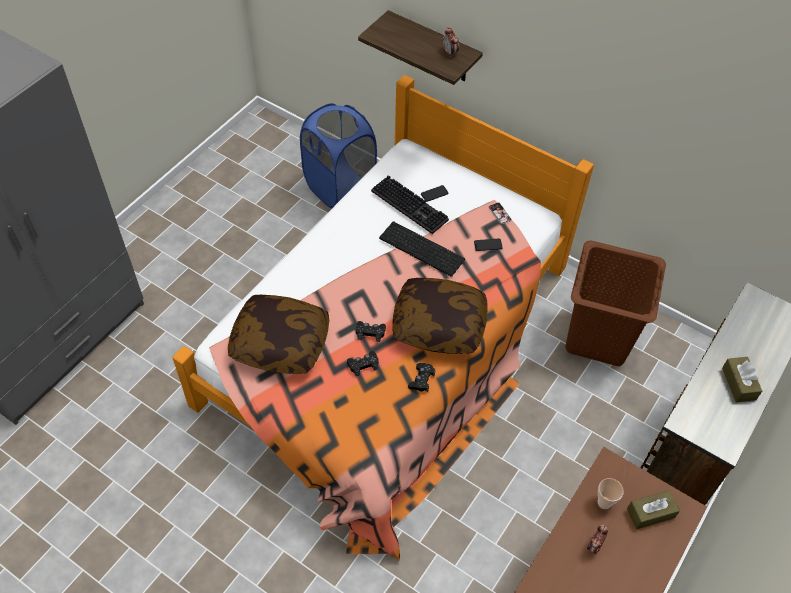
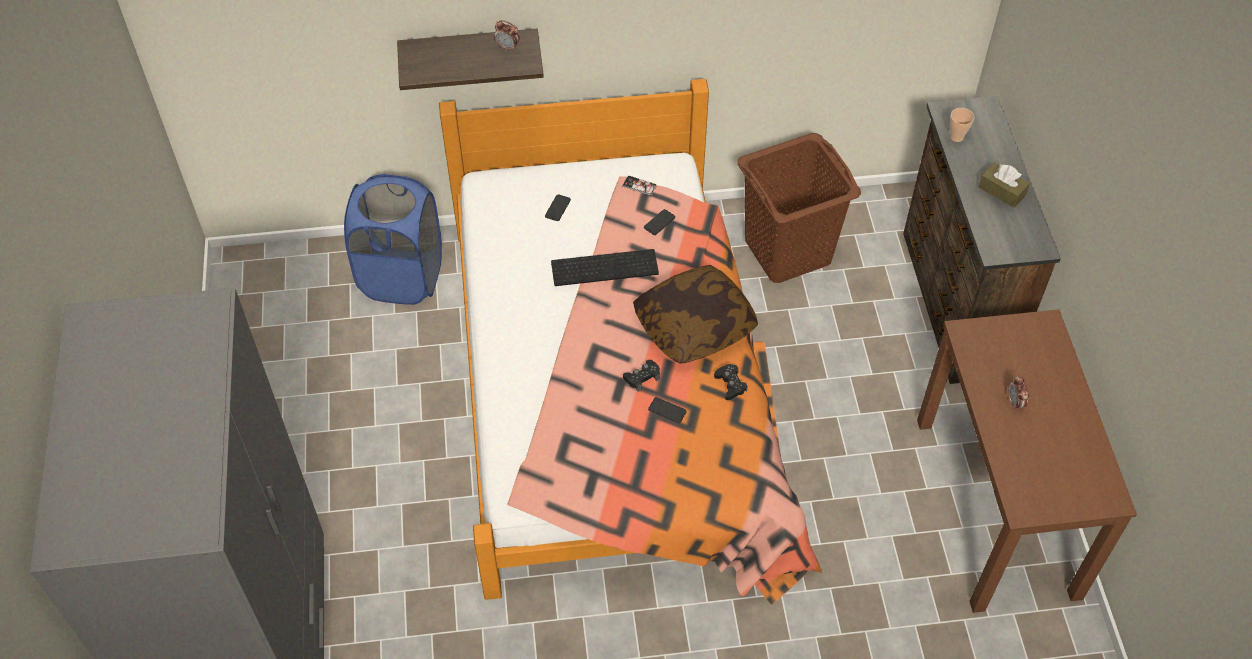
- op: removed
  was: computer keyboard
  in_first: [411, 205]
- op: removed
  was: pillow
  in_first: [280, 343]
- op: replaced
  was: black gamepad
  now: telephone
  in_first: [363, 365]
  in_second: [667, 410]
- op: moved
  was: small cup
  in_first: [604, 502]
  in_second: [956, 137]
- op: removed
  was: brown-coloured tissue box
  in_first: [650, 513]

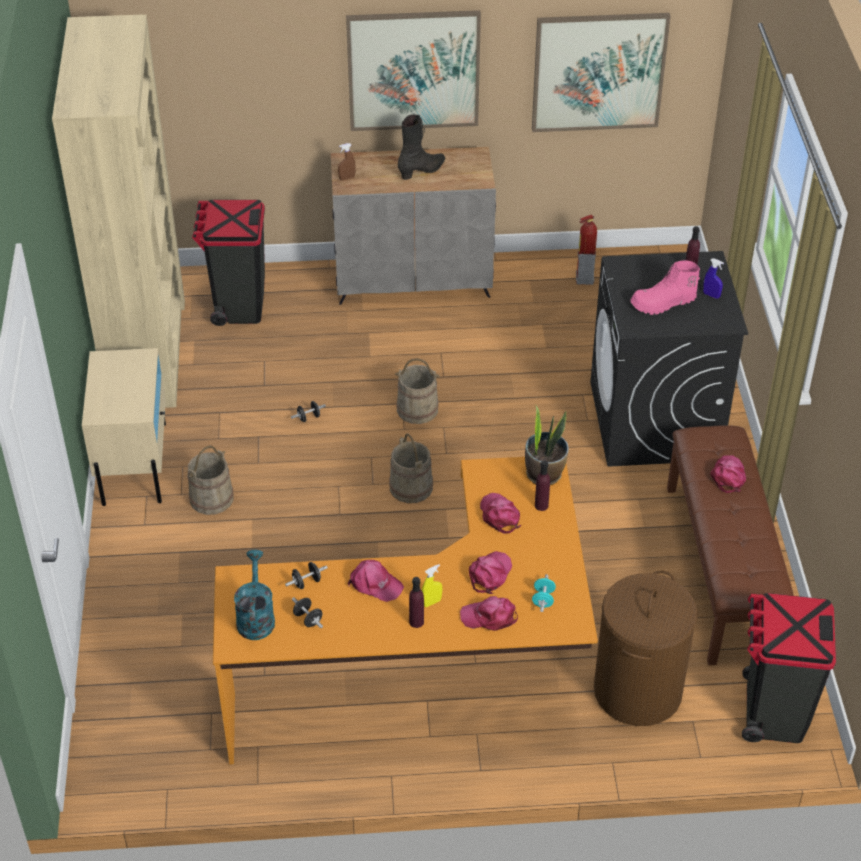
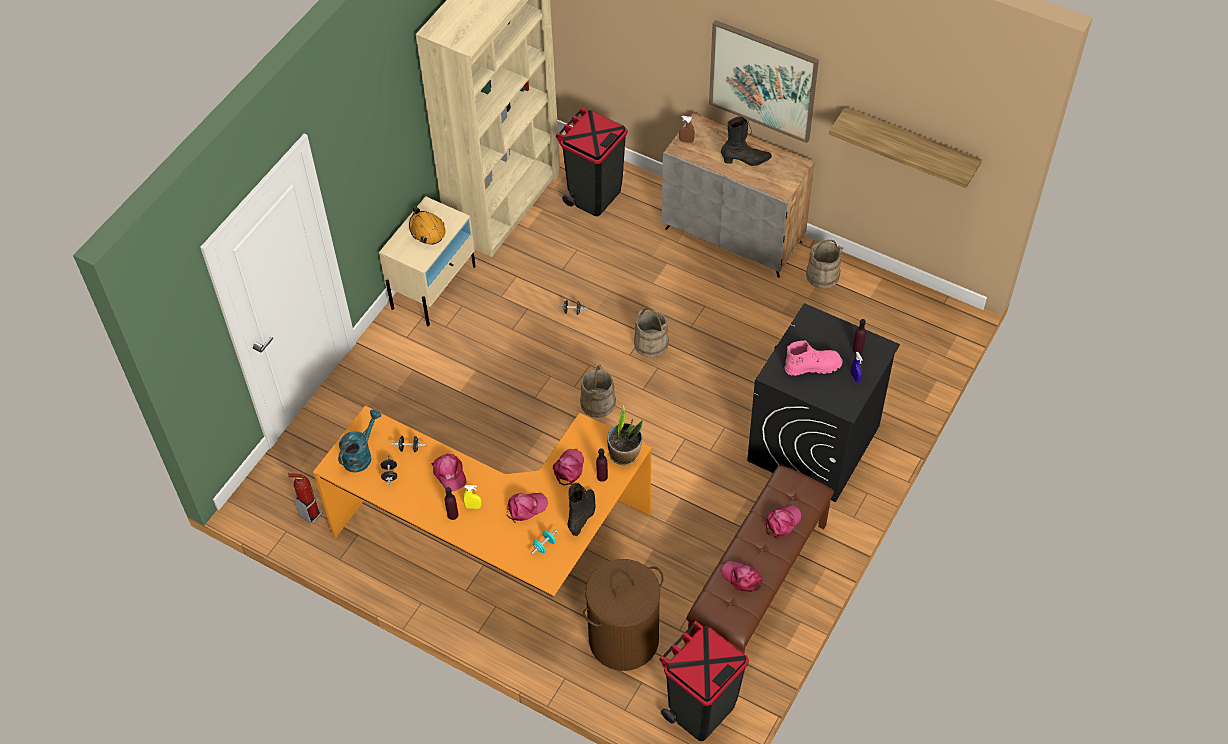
- op: replaced
  was: wall picture
  now: bracket shelf
  in_first: [598, 72]
  in_second: [910, 145]
- op: moved
  was: extinguisher
  in_first: [584, 279]
  in_second: [311, 514]
- op: turned
  was: pinkish boot
  in_first: [663, 304]
  in_second: [812, 366]
  clockwise: 150
- op: moved
  was: beige-coloured pail
  in_first: [211, 498]
  in_second: [822, 275]
- op: moved
  was: pinkish cap
  in_first: [490, 617]
  in_second: [742, 578]
- op: added
  now: orangey work helmet
  in_second: [427, 230]
- op: added
  now: black boot
  in_second: [583, 516]

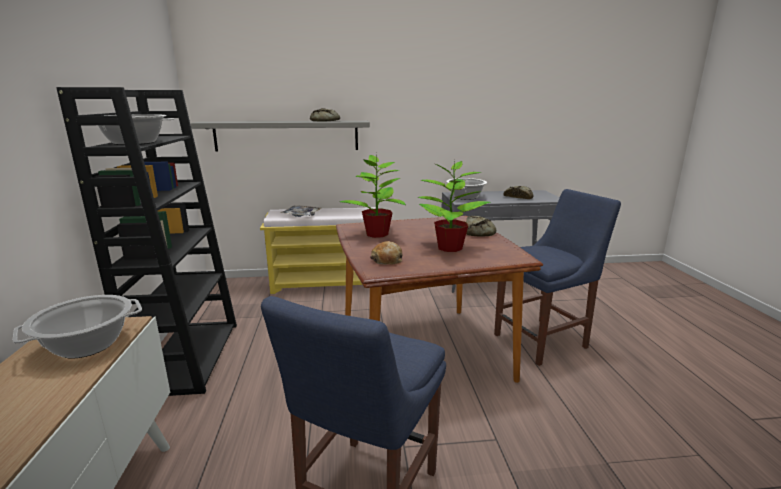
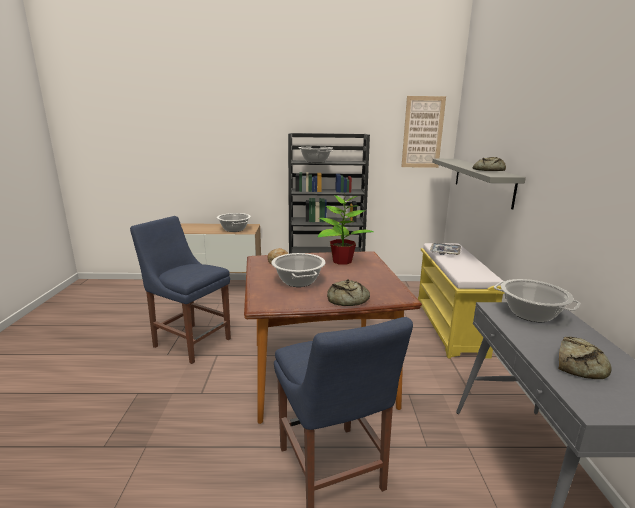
- op: replaced
  was: plant in a pot
  now: cooking pot
  in_first: [449, 248]
  in_second: [298, 281]
- op: added
  now: wall picture
  in_second: [423, 132]

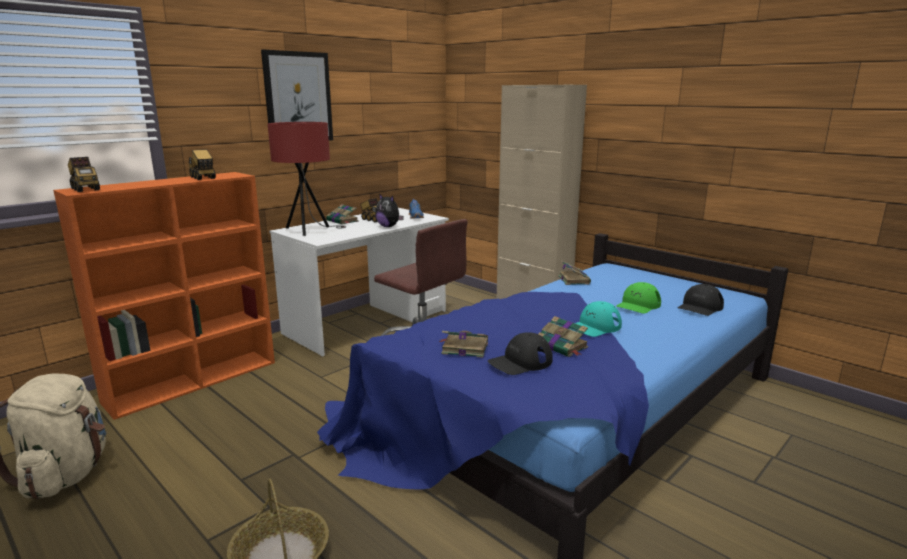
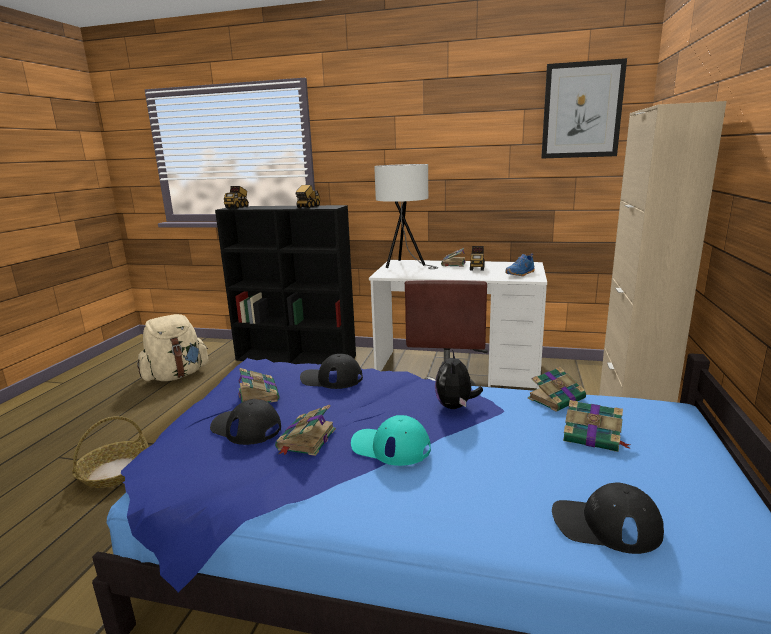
- op: moved
  was: wall picture
  in_first: [298, 97]
  in_second: [581, 110]
- op: recoloured
  was: reddish table lamp
  now: whitish table lamp
  in_first: [309, 231]
  in_second: [405, 265]
- op: recoloured
  was: orangey bookshelf
  now: black bookshelf
  in_first: [194, 381]
  in_second: [297, 358]
- op: moved
  was: plush toy
  in_first: [389, 226]
  in_second: [455, 406]
- op: removed
  was: greenish cap
  in_first: [638, 305]
- op: added
  now: black cap
  in_second: [331, 378]
- op: added
  now: book
  in_second: [593, 437]

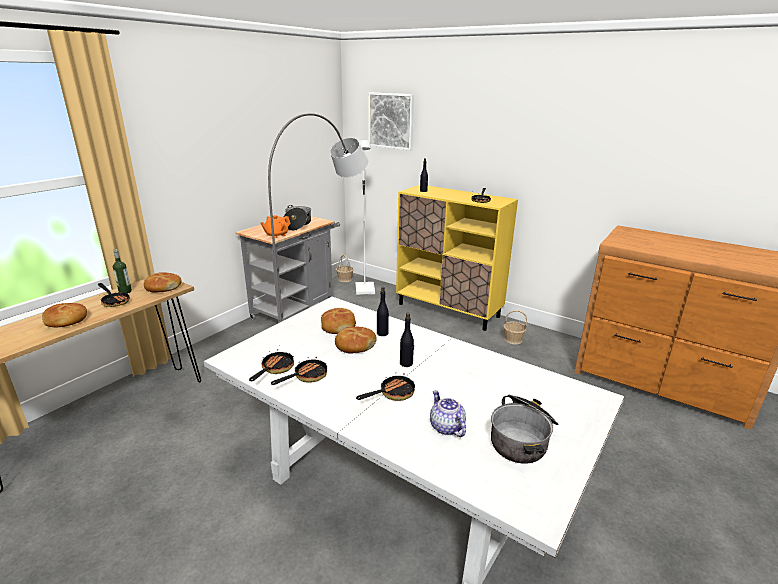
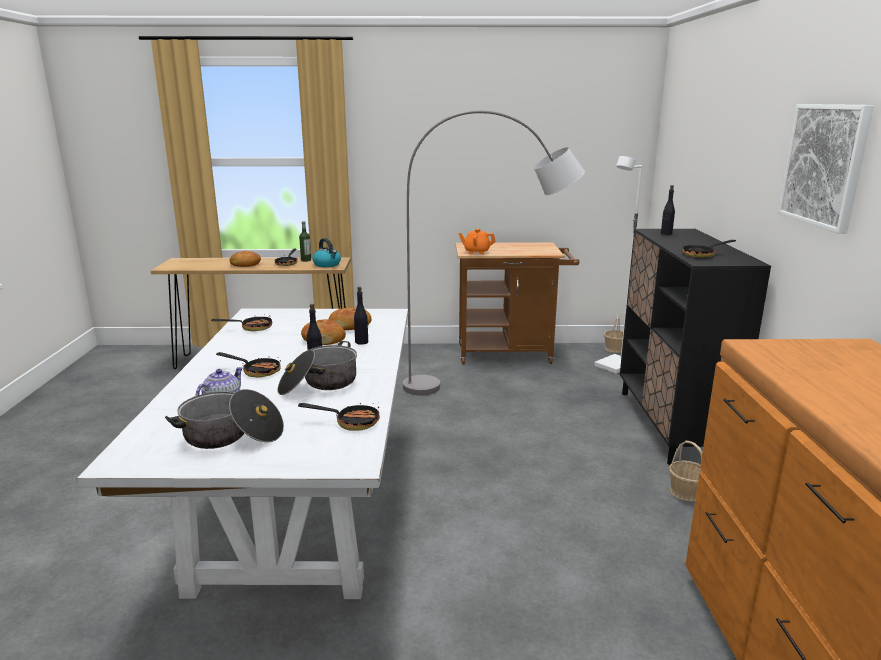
- op: moved
  was: wall picture
  in_first: [391, 121]
  in_second: [824, 165]
- op: recoloured
  was: yellow-coloured storage cabinet
  now: black storage cabinet
  in_first: [448, 310]
  in_second: [670, 425]
- op: moved
  was: cooking pot
  in_first: [297, 224]
  in_second: [319, 384]
- op: recoloured
  was: grey trolley
  now: brown-coloured trolley
  in_first: [297, 309]
  in_second: [511, 354]
- op: replaced
  was: bread
  now: water kettle
  in_first: [163, 287]
  in_second: [327, 264]
- op: moved
  was: skillet
  in_first: [306, 377]
  in_second: [351, 422]

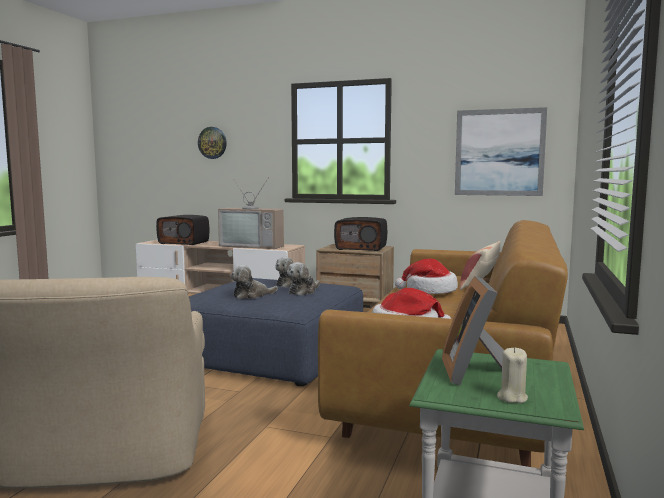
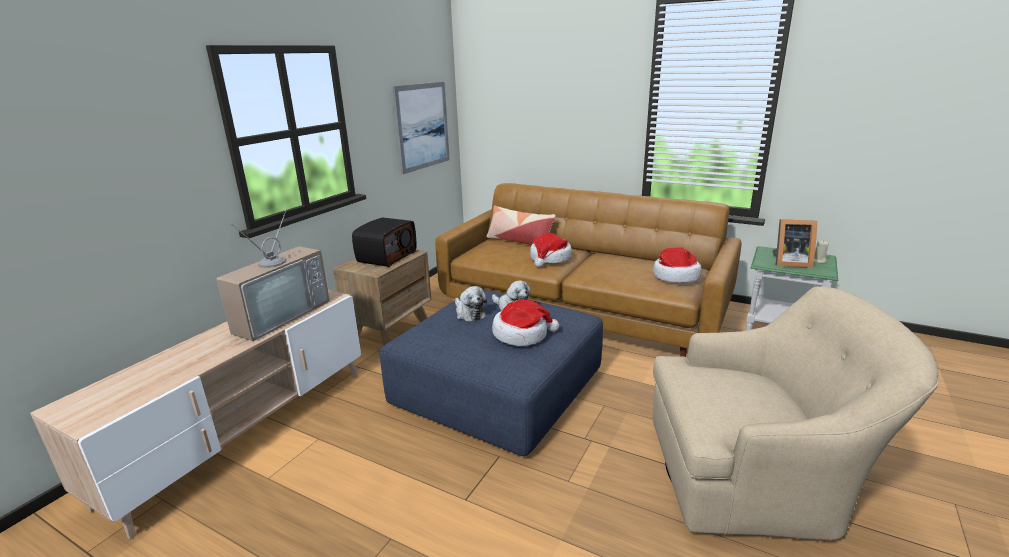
- op: removed
  was: clock on the wall
  in_first: [212, 143]
- op: removed
  was: radio
  in_first: [184, 242]
- op: replaced
  was: plush toy
  now: hat
  in_first: [251, 295]
  in_second: [522, 334]

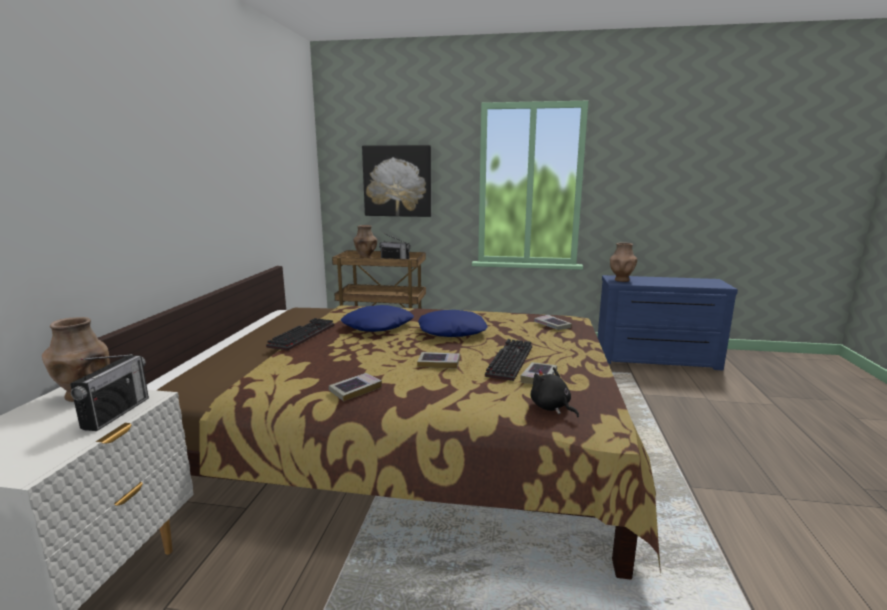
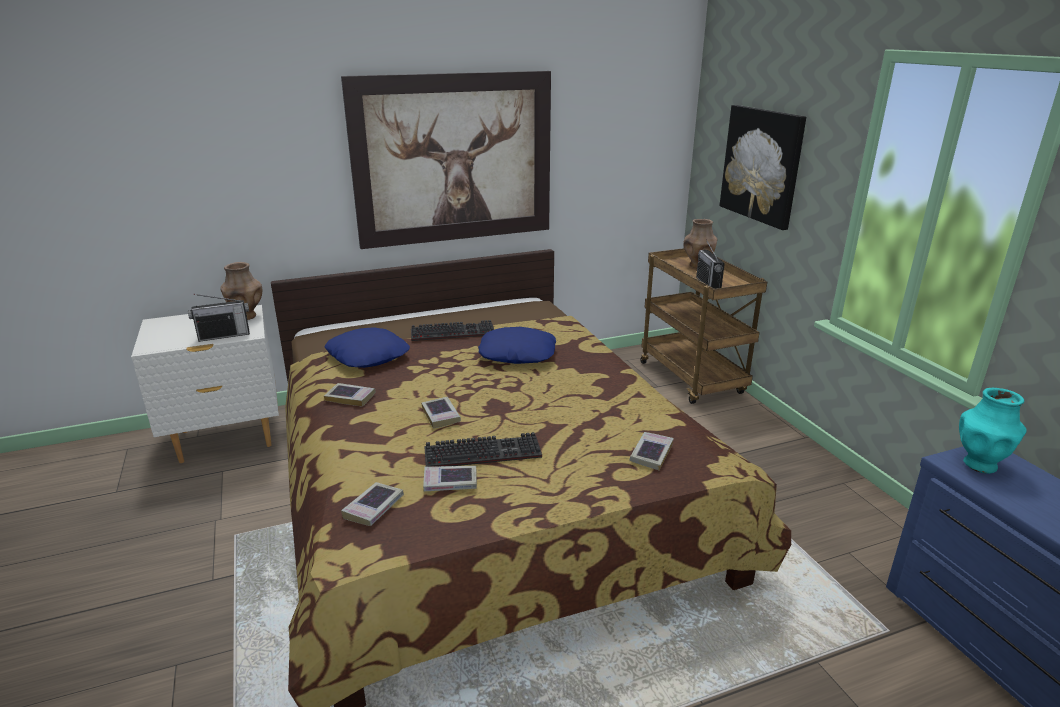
- op: recoloured
  was: brown-coloured decorative vase
  now: turquoise-coloured decorative vase
  in_first: [621, 280]
  in_second: [980, 464]
- op: moved
  was: blue pillow
  in_first: [452, 331]
  in_second: [368, 355]
- op: replaced
  was: black plush toy
  now: book
  in_first: [551, 407]
  in_second: [373, 508]
- op: added
  now: wall picture
  in_second: [454, 159]

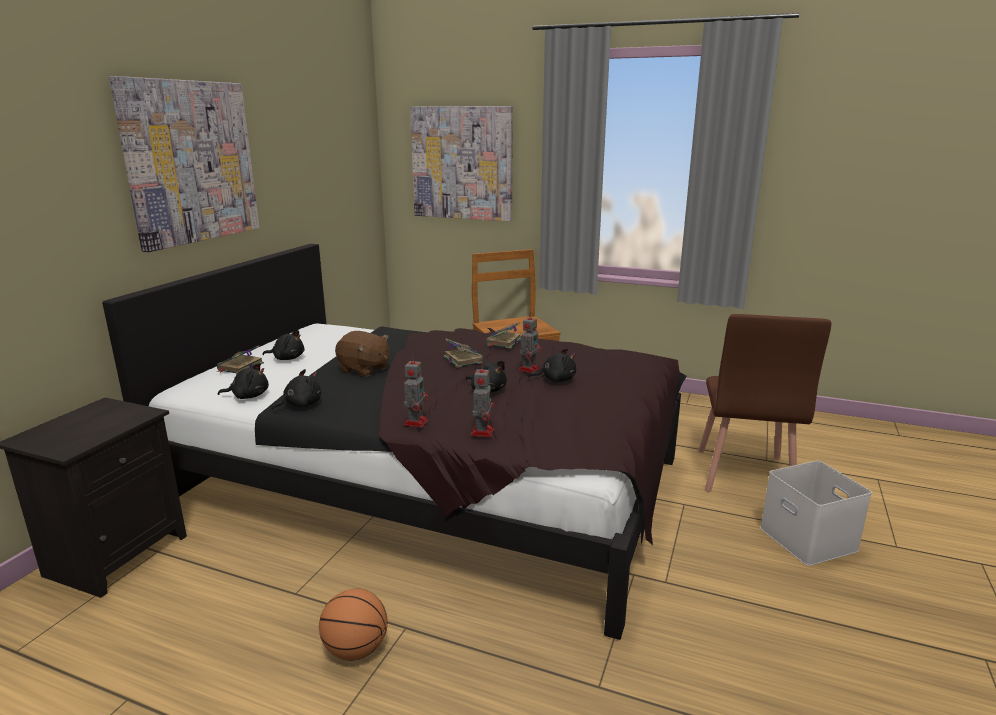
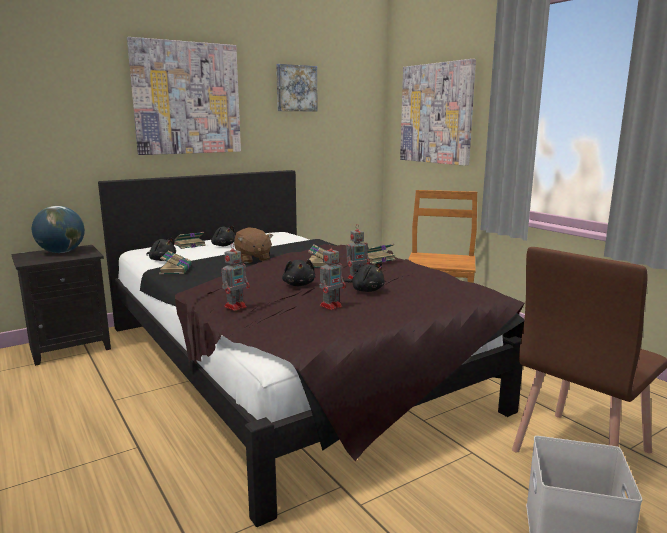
- op: moved
  was: robot figure
  in_first: [416, 422]
  in_second: [331, 306]
- op: replaced
  was: black plush toy
  now: book
  in_first: [300, 405]
  in_second: [176, 269]
- op: removed
  was: ball for basketball
  in_first: [356, 650]
- op: added
  now: wall picture
  in_second: [296, 88]
- op: added
  now: world globe
  in_second: [61, 252]

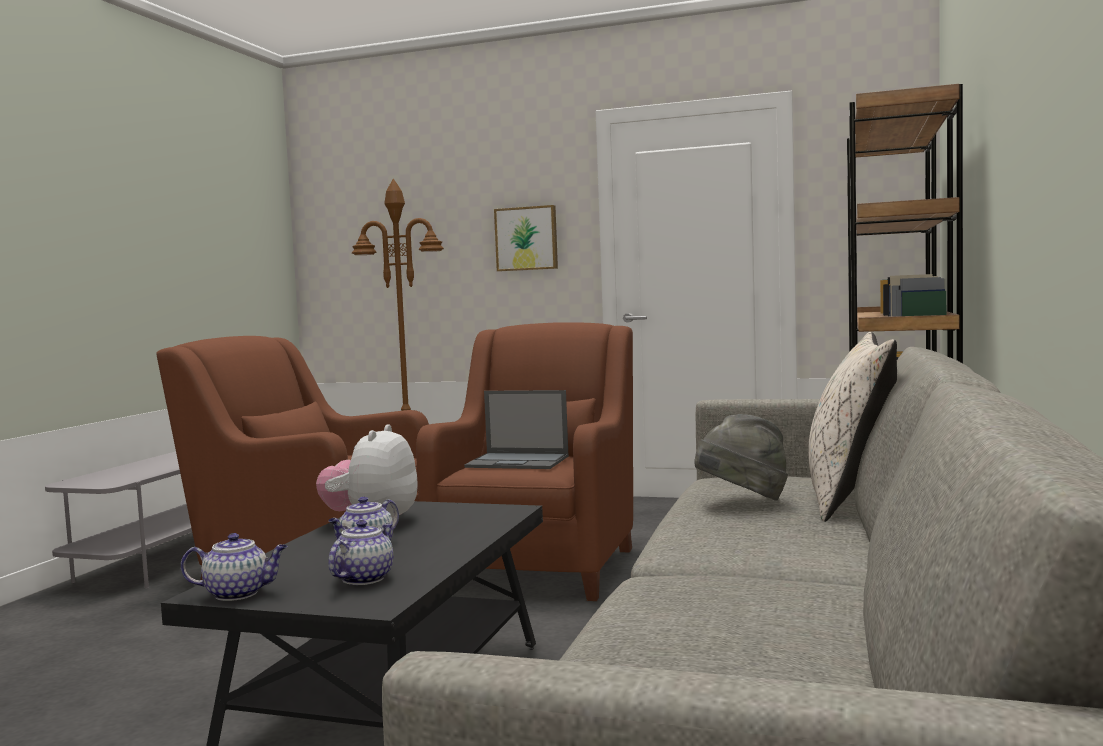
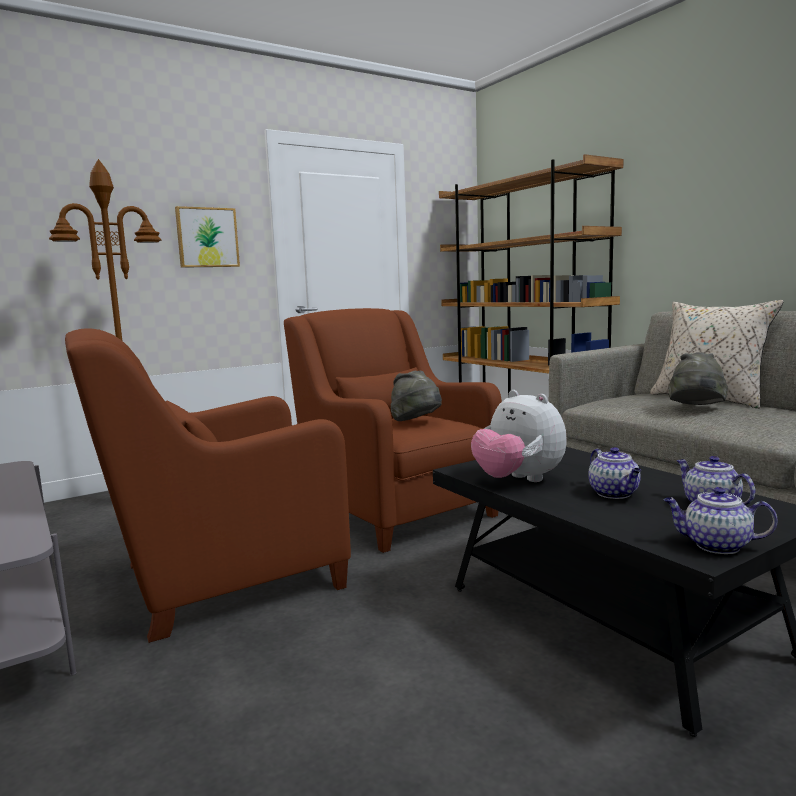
- op: replaced
  was: portable computer
  now: grey hat
  in_first: [519, 462]
  in_second: [417, 423]
- op: turned
  was: tea pot
  in_first: [238, 593]
  in_second: [715, 545]
  clockwise: -105

